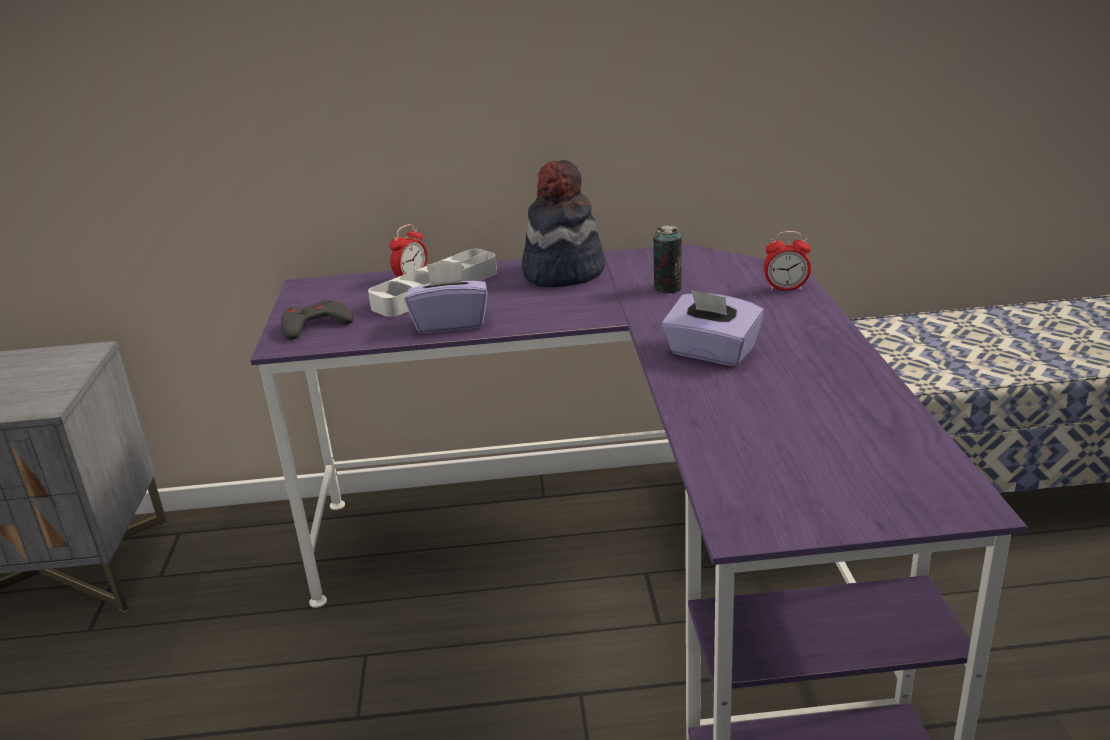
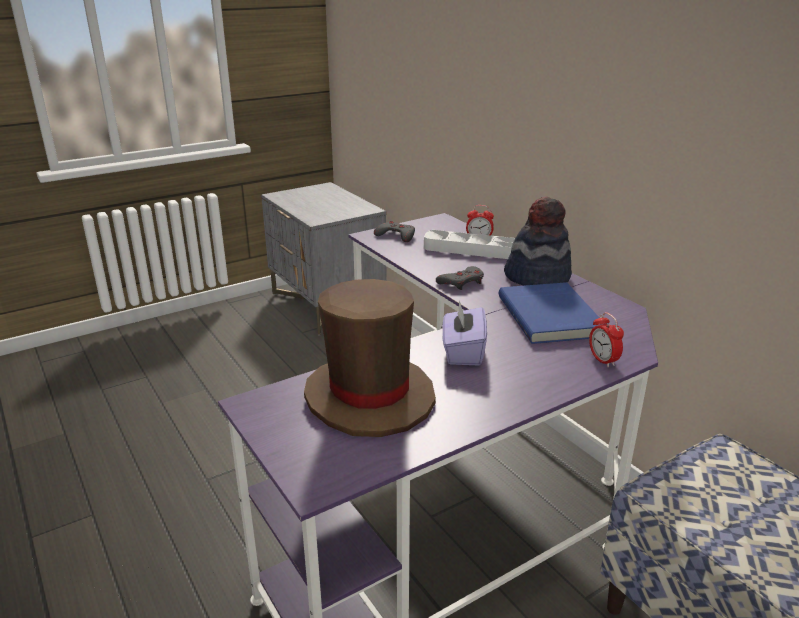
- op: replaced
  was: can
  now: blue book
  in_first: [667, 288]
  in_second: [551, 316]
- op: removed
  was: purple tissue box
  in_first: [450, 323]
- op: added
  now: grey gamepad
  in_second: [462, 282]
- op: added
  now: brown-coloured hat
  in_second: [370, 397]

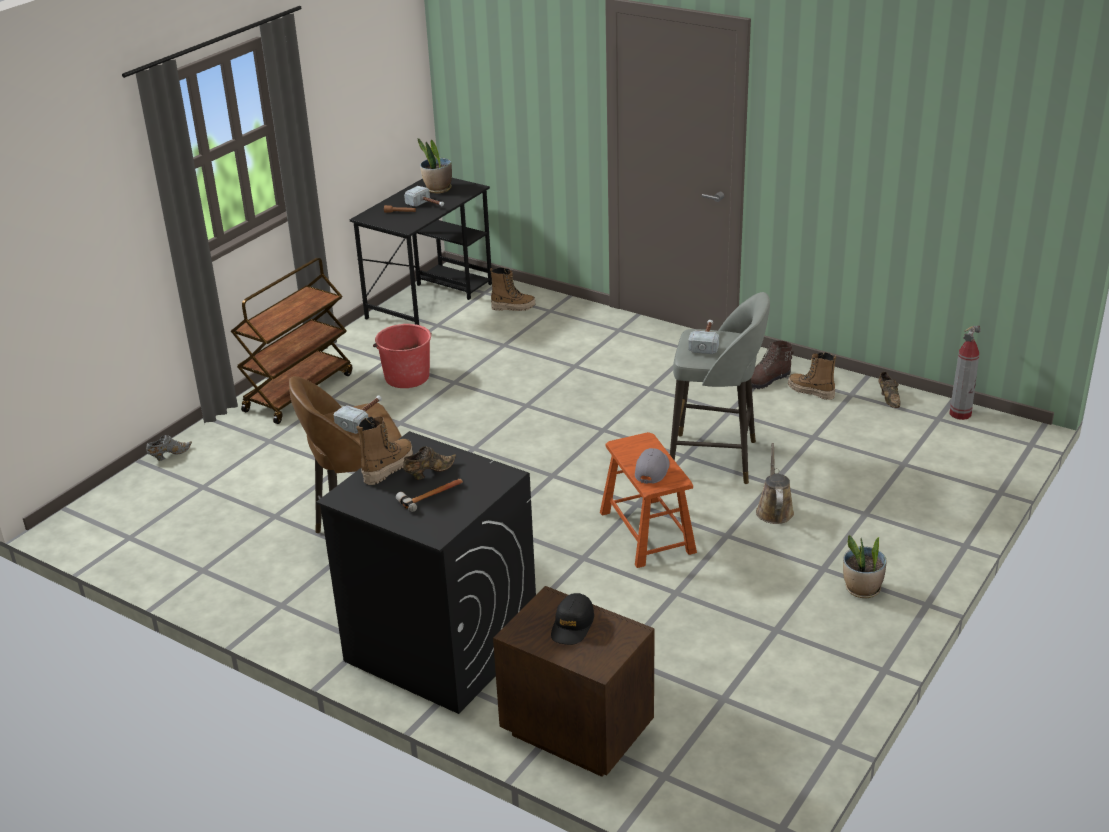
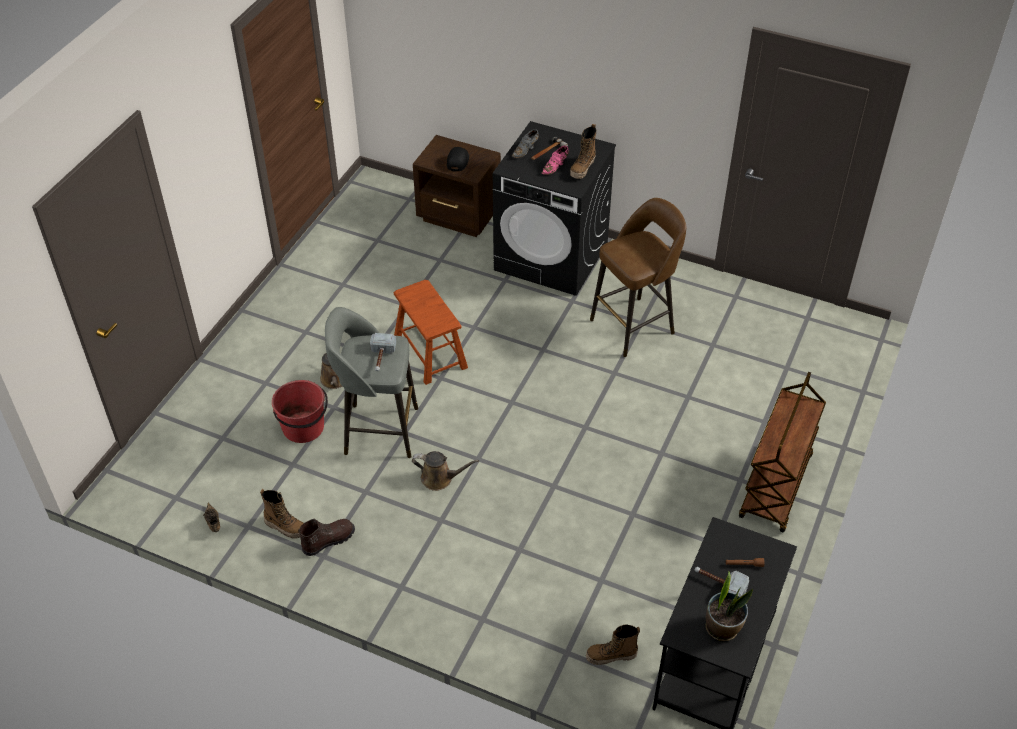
- op: moved
  was: reddish pail
  in_first: [406, 377]
  in_second: [303, 428]
- op: removed
  was: extinguisher
  in_first: [960, 414]
- op: removed
  was: tool hammer
  in_first: [363, 418]
- op: moved
  was: grey low shoe
  in_first: [169, 455]
  in_second: [526, 150]
- op: recoloured
  was: brown-coloured low shoe
  now: pinkish low shoe
  in_first: [428, 472]
  in_second: [555, 167]
- op: removed
  was: grey cap
  in_first: [652, 470]
- op: removed
  was: plant in a pot
  in_first: [862, 589]
- op: added
  now: brown-coloured watering pot
  in_second: [440, 478]

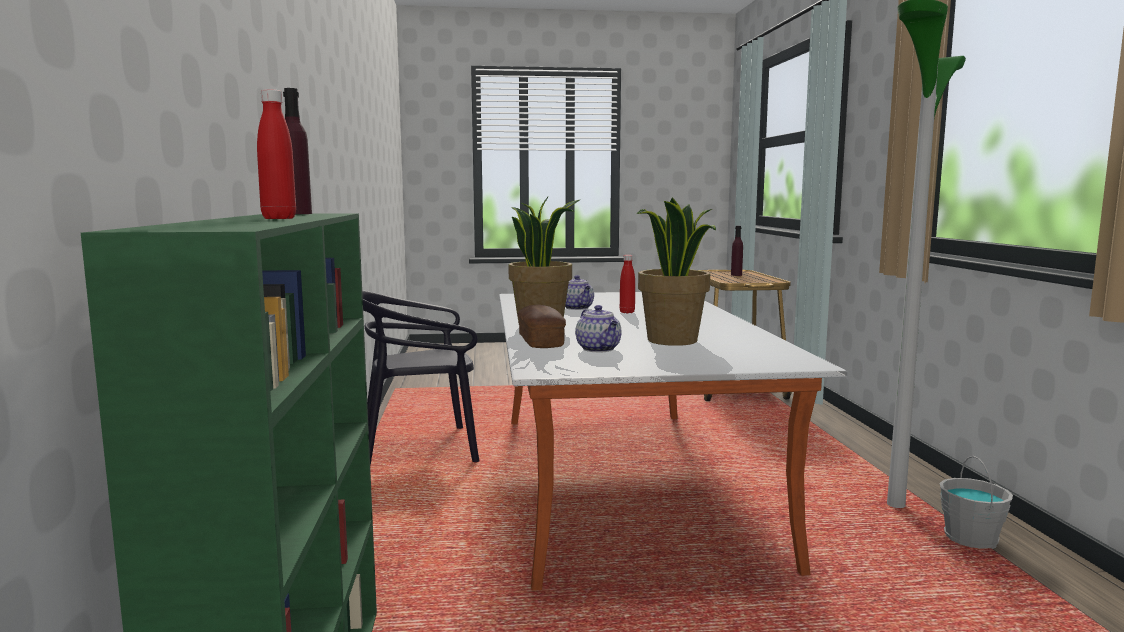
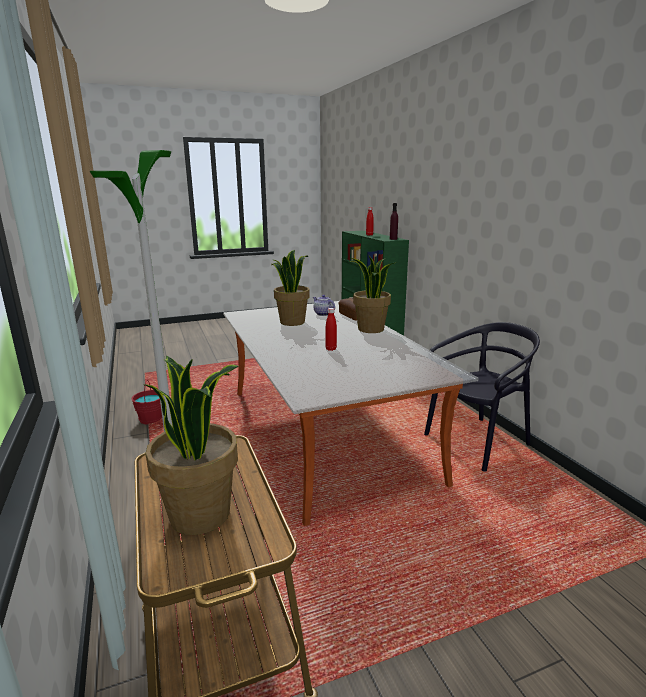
- op: replaced
  was: purple beverage bottle
  now: plant in a pot
  in_first: [736, 275]
  in_second: [201, 514]
- op: removed
  was: tea pot
  in_first: [577, 308]
- op: recoloured
  was: grey pail
  now: reddish pail
  in_first: [971, 540]
  in_second: [150, 419]

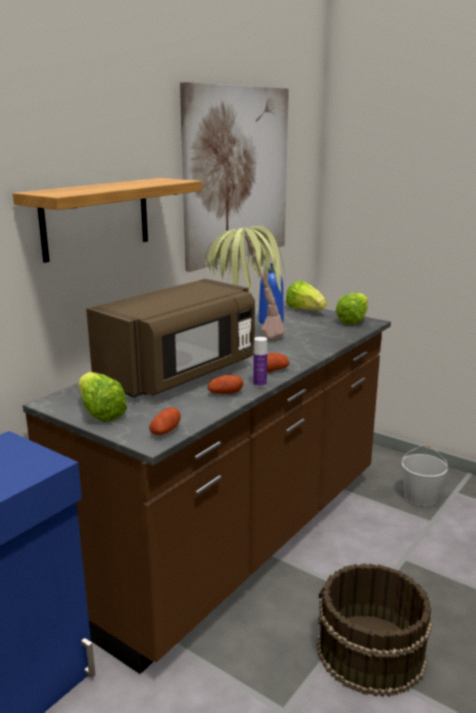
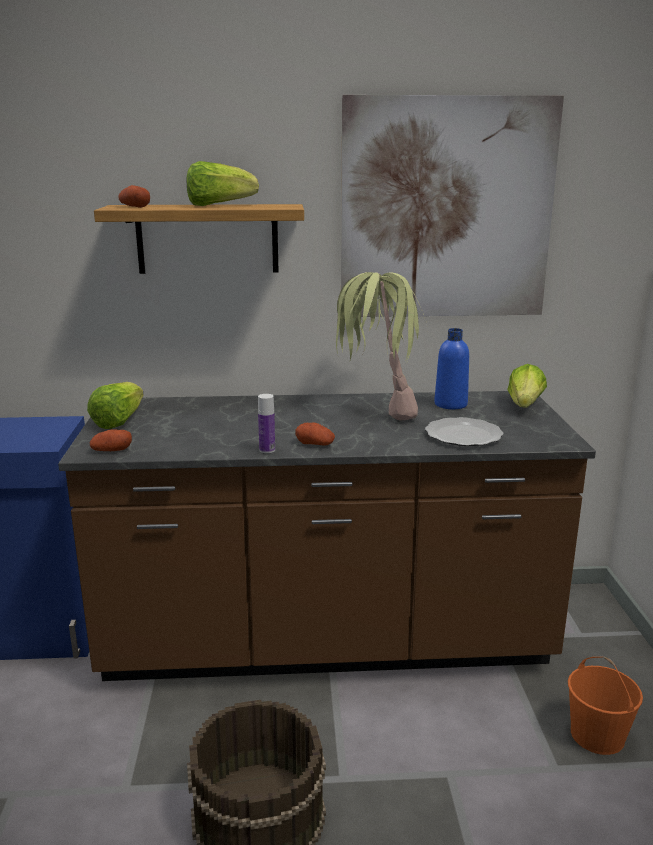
- op: removed
  was: brown-coloured kitchen microwave
  in_first: [180, 374]
- op: moved
  was: lettuce head
  in_first: [353, 320]
  in_second: [218, 205]
- op: moved
  was: whole potato
  in_first: [225, 393]
  in_second: [134, 207]
- op: recoloured
  was: whitish pail
  now: orangey pail
  in_first: [421, 496]
  in_second: [598, 735]
- op: added
  now: plate
  in_second: [464, 435]

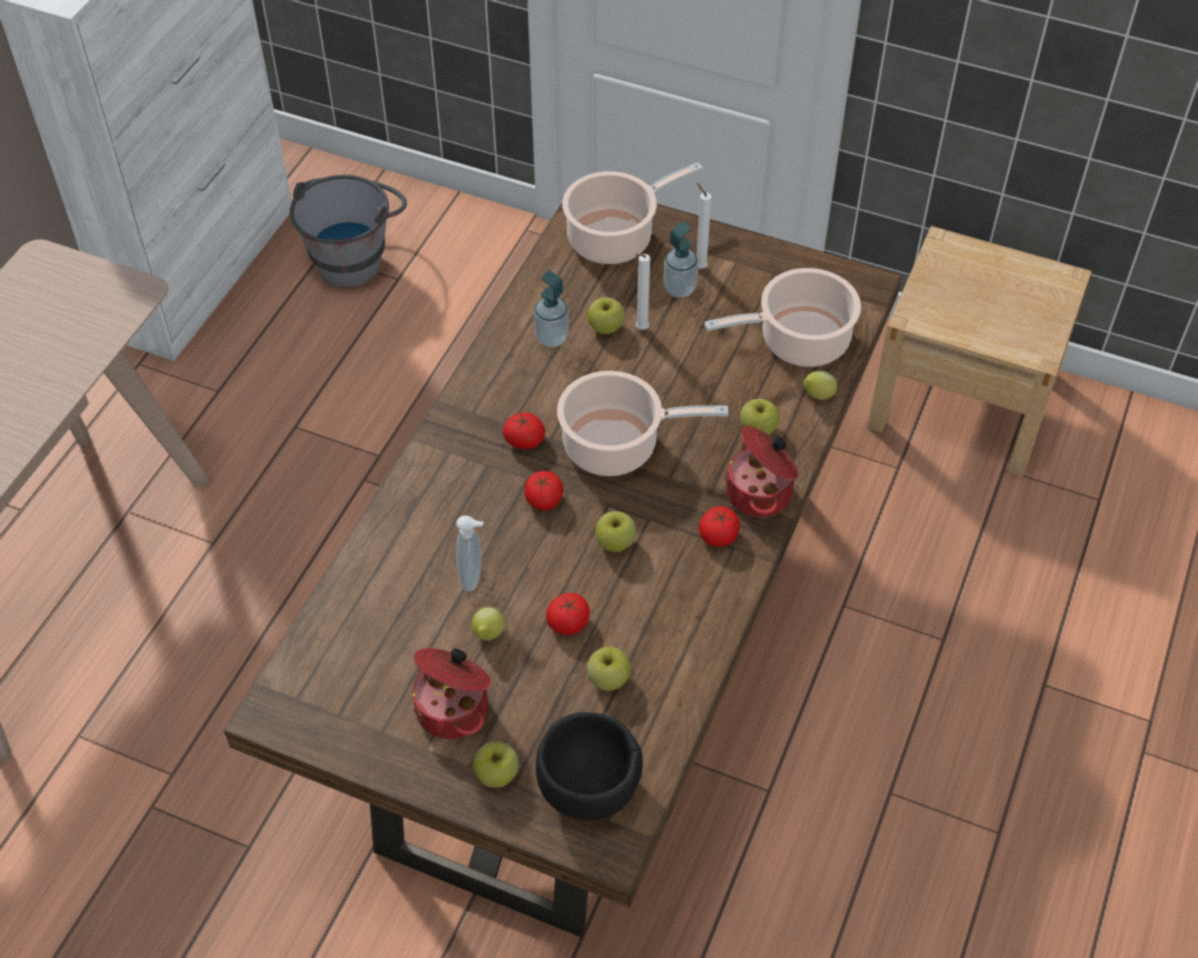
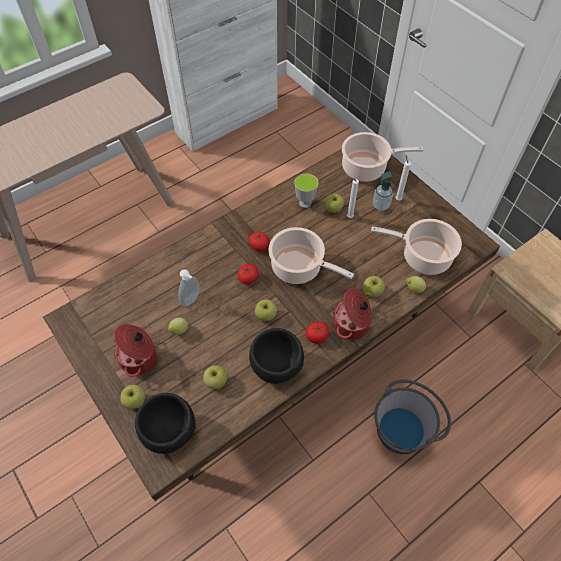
- op: moved
  was: grey pail
  in_first: [355, 256]
  in_second: [404, 429]
- op: replaced
  was: soap dispenser
  now: small cup
  in_first: [551, 337]
  in_second: [305, 203]
- op: removed
  was: fresh tomato
  in_first: [568, 622]
- op: added
  now: black serving bowl
  in_second: [276, 366]

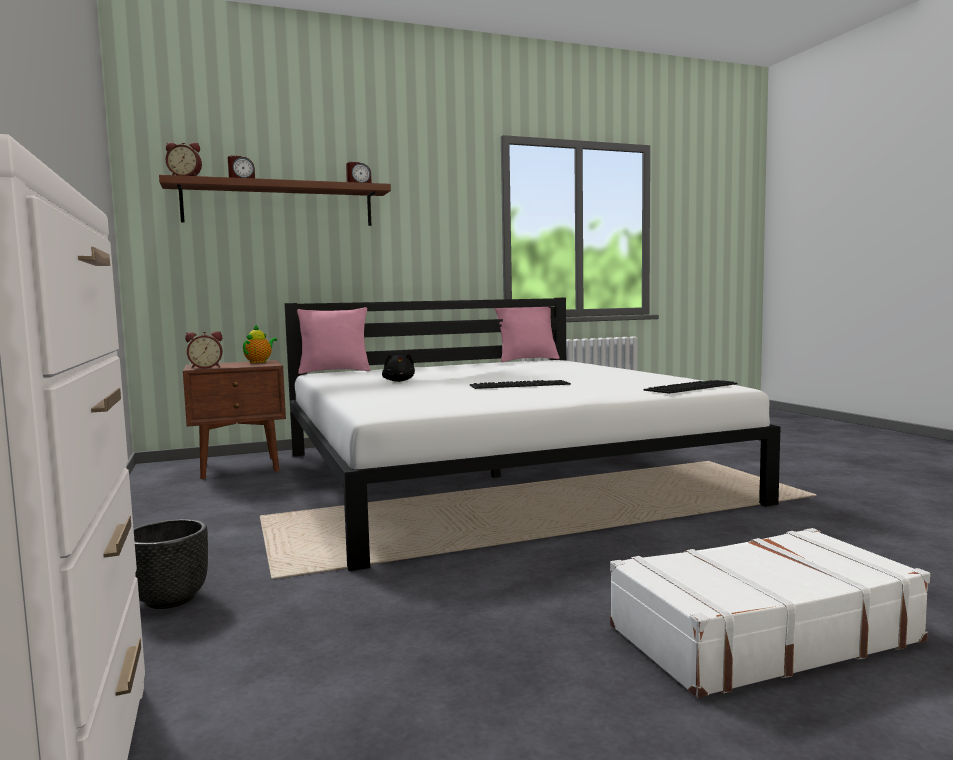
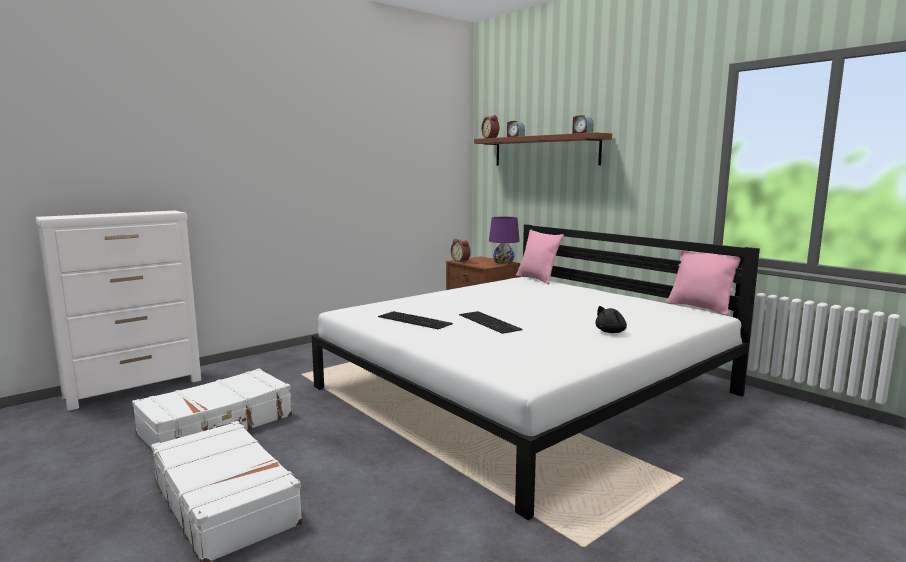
- op: replaced
  was: tea pot
  now: purple table lamp
  in_first: [259, 362]
  in_second: [503, 262]
- op: moved
  was: black plush toy
  in_first: [399, 381]
  in_second: [611, 332]
- op: moved
  was: computer keyboard
  in_first: [690, 387]
  in_second: [416, 320]
- op: removed
  was: black plant pot
  in_first: [171, 599]
- op: added
  now: whitish suitcase
  in_second: [217, 425]

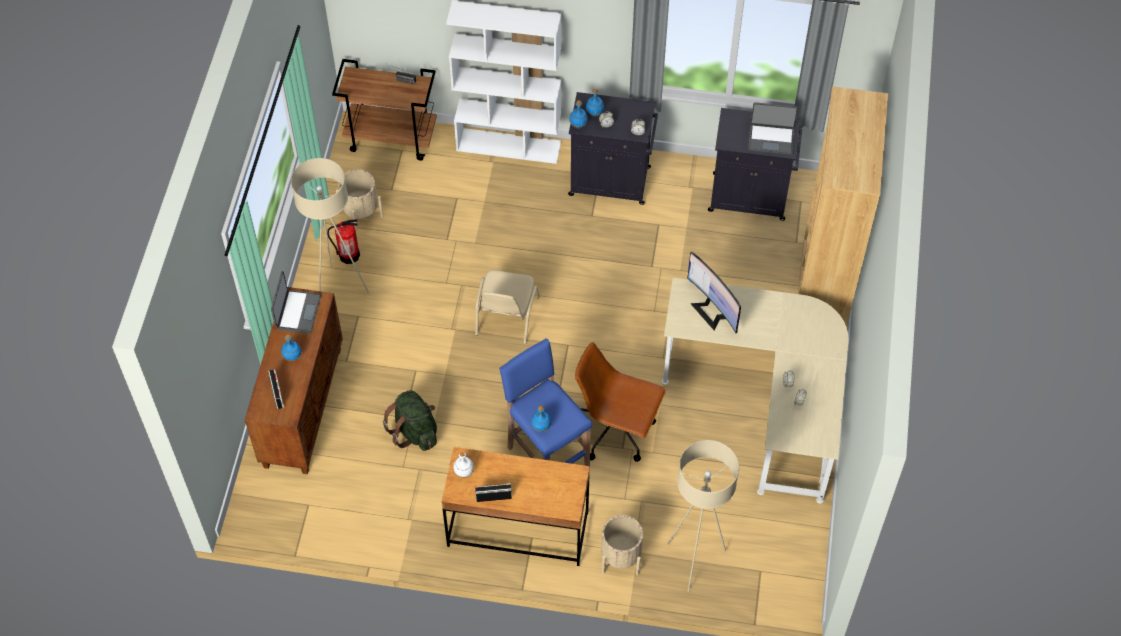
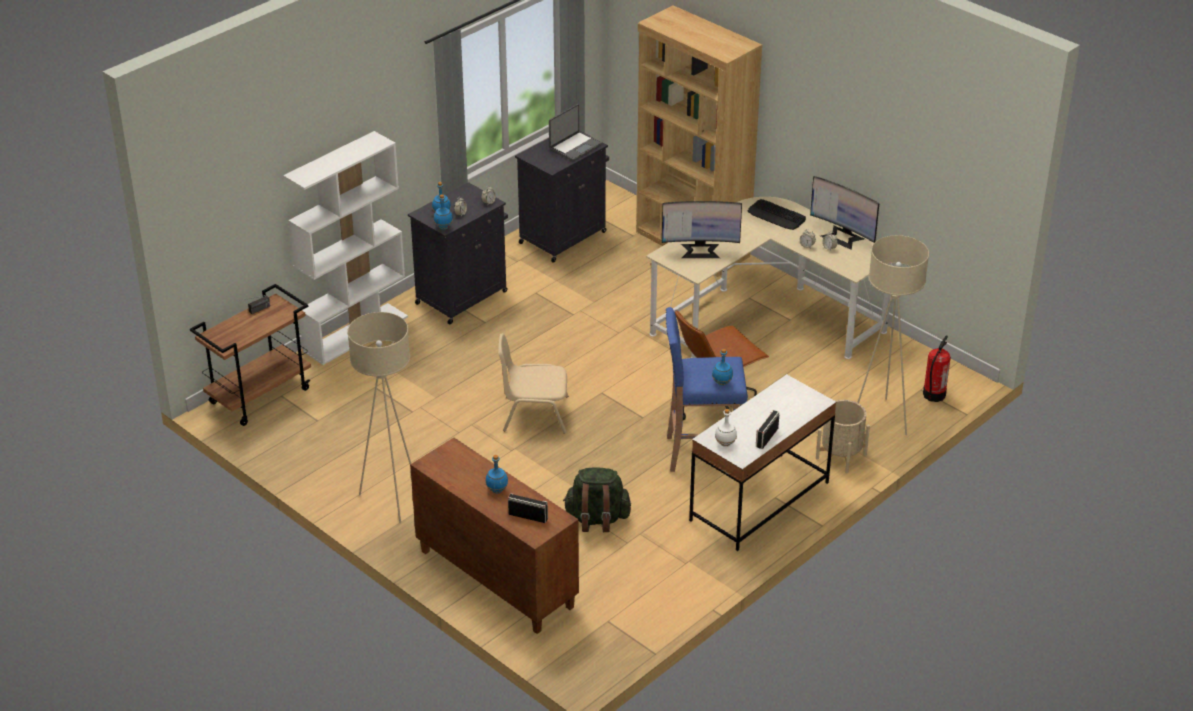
- op: removed
  was: beige-coloured plant pot
  in_first: [361, 213]
- op: moved
  was: extinguisher
  in_first: [349, 255]
  in_second: [933, 395]
- op: turned
  was: beige-coloured plain chair
  in_first: [506, 317]
  in_second: [534, 414]
  clockwise: 135
- op: removed
  was: portable computer
  in_first: [297, 312]
- op: recoloured
  was: brown-coloured desk table
  now: whitish desk table
  in_first: [517, 529]
  in_second: [759, 502]
- op: added
  now: monitor
  in_second: [842, 237]
- op: added
  now: computer keyboard
  in_second: [776, 215]

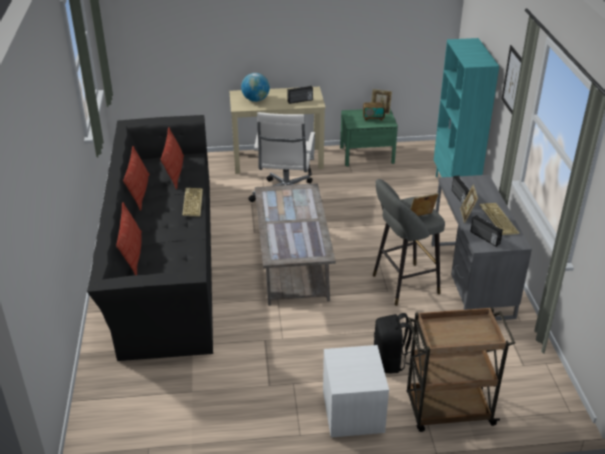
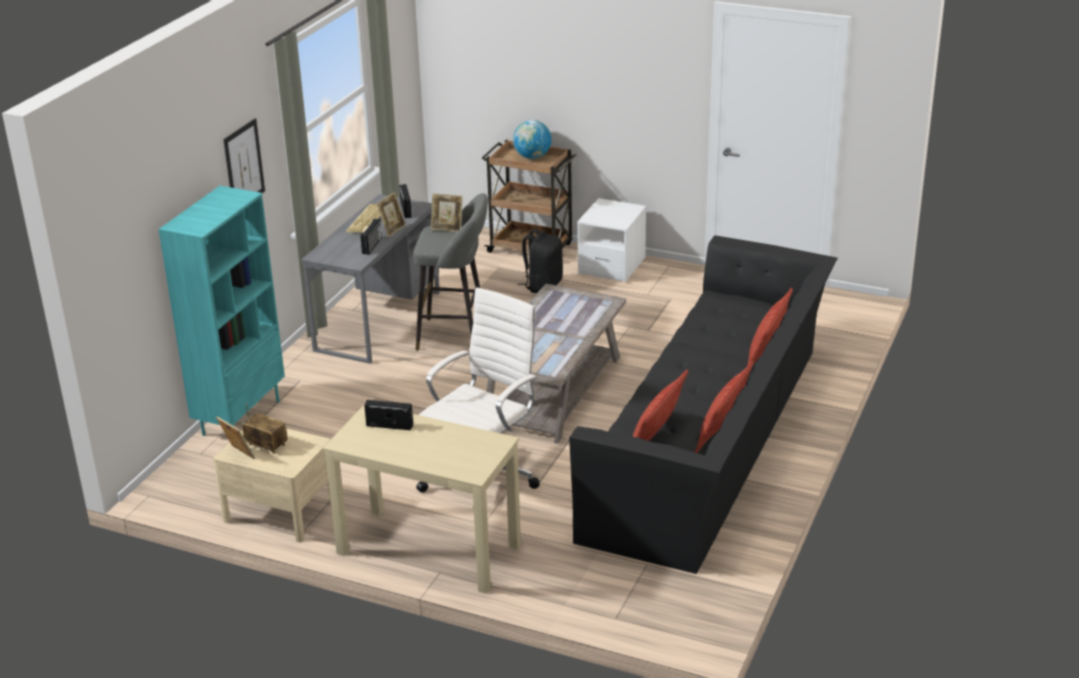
- op: moved
  was: world globe
  in_first: [256, 100]
  in_second: [532, 157]
- op: recoloured
  was: greenish night table
  now: beige-coloured night table
  in_first: [367, 155]
  in_second: [280, 511]
- op: removed
  was: computer keyboard
  in_first: [192, 202]

